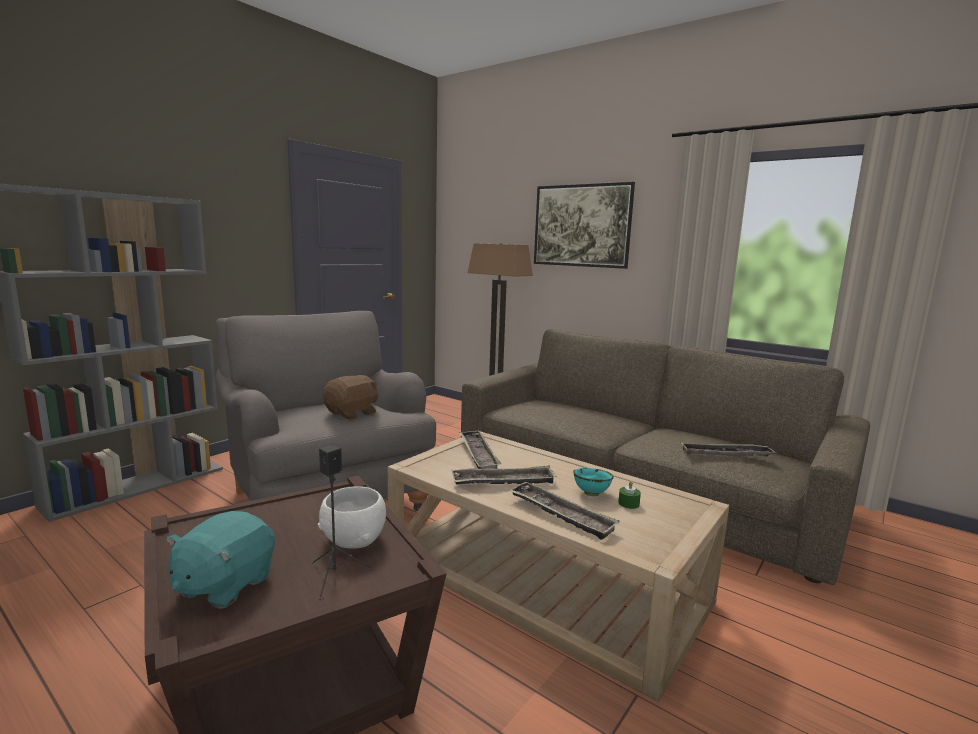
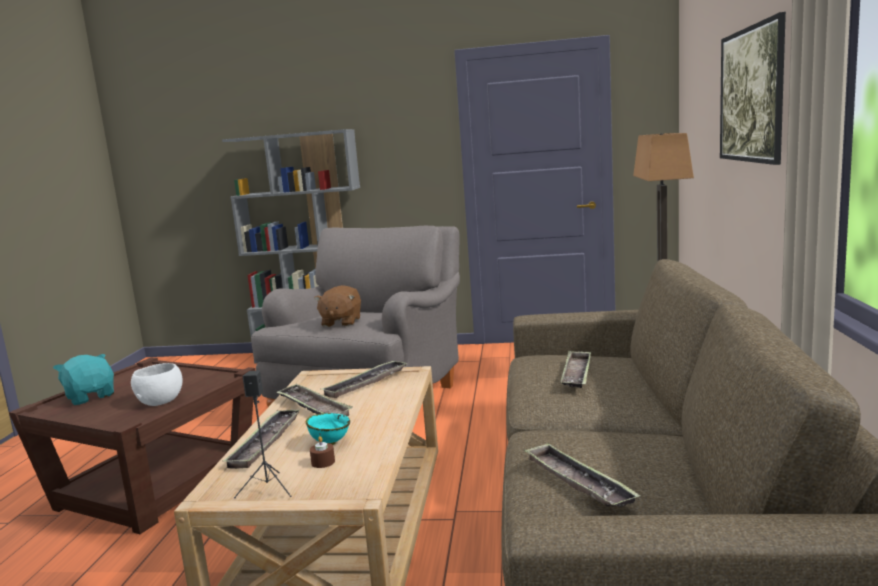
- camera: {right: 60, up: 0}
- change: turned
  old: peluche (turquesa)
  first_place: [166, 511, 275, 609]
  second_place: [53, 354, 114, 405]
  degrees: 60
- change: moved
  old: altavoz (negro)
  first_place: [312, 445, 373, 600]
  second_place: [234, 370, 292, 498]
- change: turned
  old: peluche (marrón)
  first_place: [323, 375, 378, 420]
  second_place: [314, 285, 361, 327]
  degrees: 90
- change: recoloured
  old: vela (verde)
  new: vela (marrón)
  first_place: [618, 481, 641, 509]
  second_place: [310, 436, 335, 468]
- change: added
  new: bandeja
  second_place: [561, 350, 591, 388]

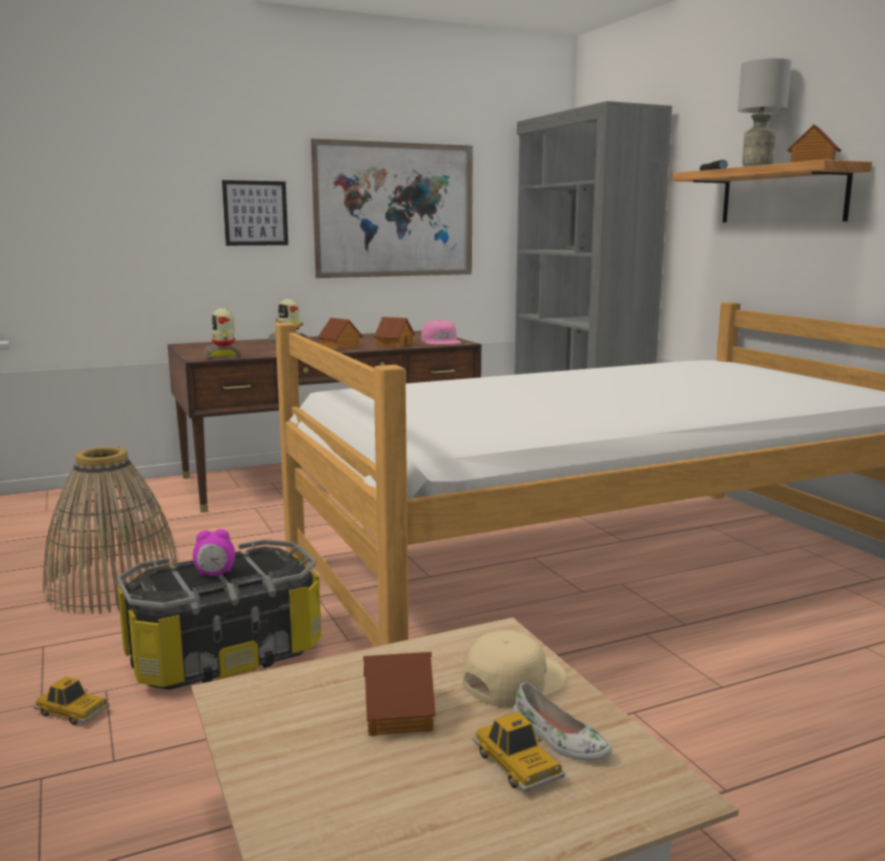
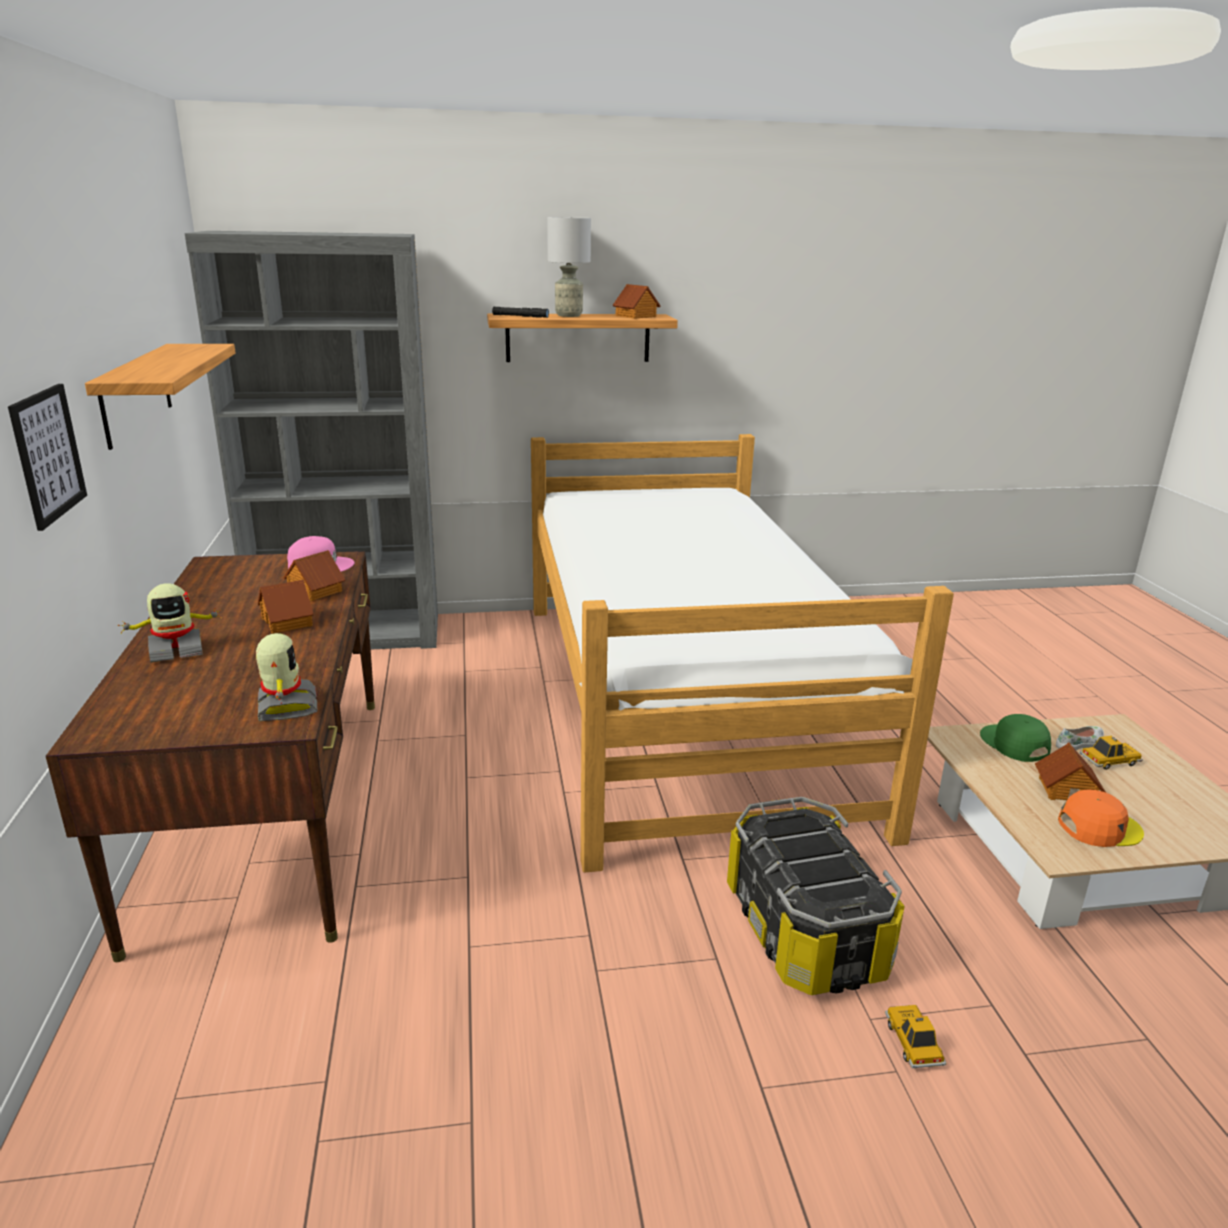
- camera: {right: -75, up: 10}
- change: turned
  old: coche de juguete
  first_place: [34, 676, 109, 725]
  second_place: [885, 1005, 946, 1069]
  degrees: -45
- change: removed
  old: cesta
  first_place: [43, 447, 180, 614]
- change: removed
  old: despertador
  first_place: [193, 529, 235, 576]
- change: turned
  old: robot de juguete
  first_place: [204, 308, 241, 359]
  second_place: [256, 633, 318, 721]
  degrees: -105
- change: replaced
  old: cuadro
  new: estante
  first_place: [311, 139, 473, 278]
  second_place: [85, 344, 236, 450]
- change: recoloured
  old: gorra (beis)
  new: gorra (verde)
  first_place: [463, 631, 567, 707]
  second_place: [980, 714, 1051, 762]
- change: added
  new: gorra (naranja)
  second_place: [1058, 789, 1144, 847]

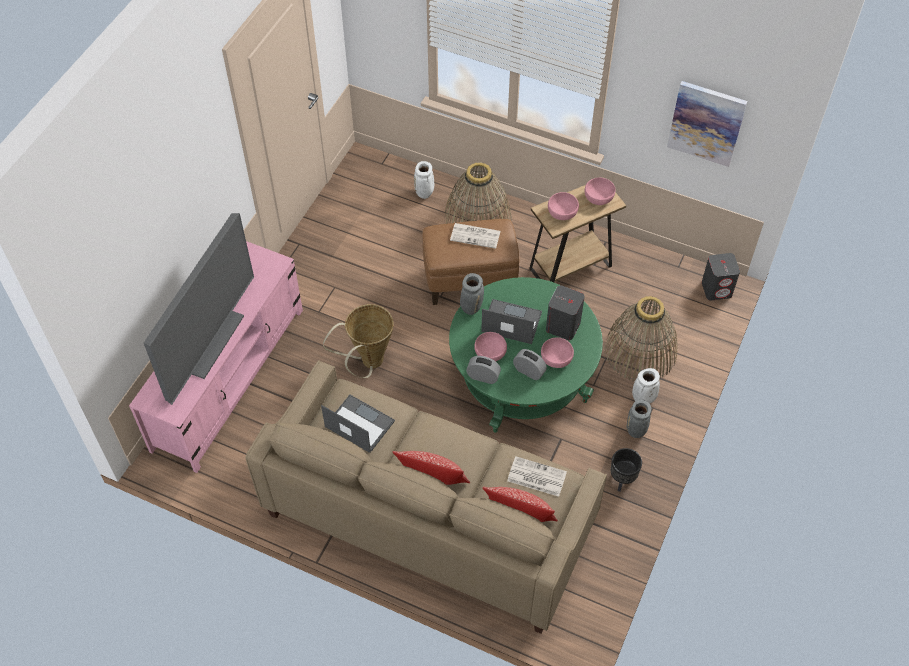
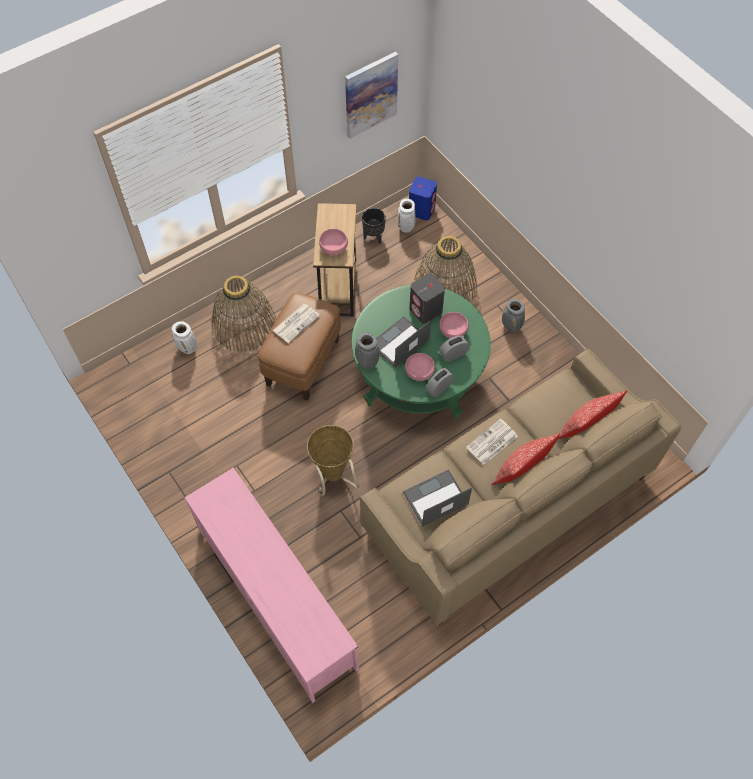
- camera: {right: -60, up: 5}
- change: removed
  old: televisor
  first_place: [144, 213, 254, 405]
- change: moved
  old: periódico
  first_place: [507, 456, 567, 497]
  second_place: [466, 419, 518, 465]
- change: removed
  old: cuenco (rosa)
  first_place: [585, 178, 616, 205]
- change: moved
  old: maceta (negro)
  first_place: [611, 448, 642, 491]
  second_place: [362, 208, 386, 244]
- change: moved
  old: florero (blanco)
  first_place: [632, 368, 660, 404]
  second_place: [398, 199, 416, 233]
- change: recoloured
  old: altavoz (gris)
  new: altavoz (azul)
  first_place: [702, 253, 740, 301]
  second_place: [409, 177, 437, 220]

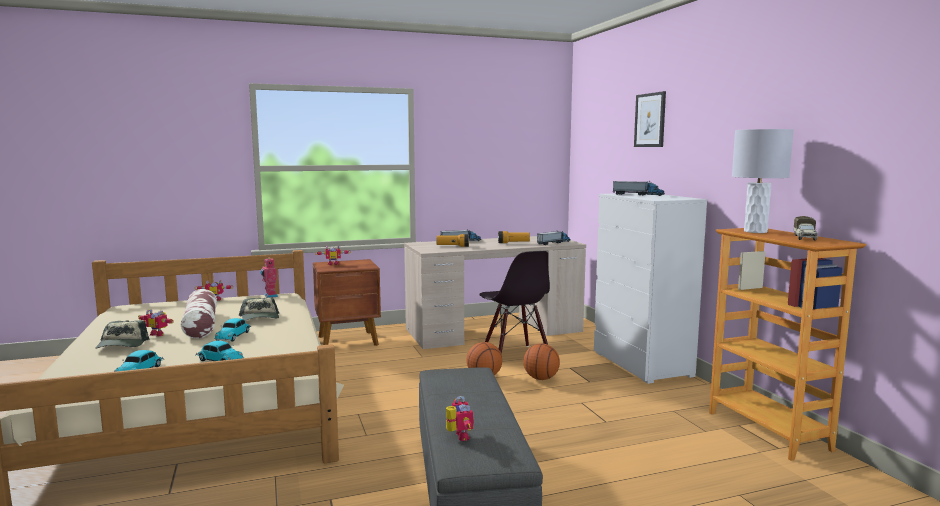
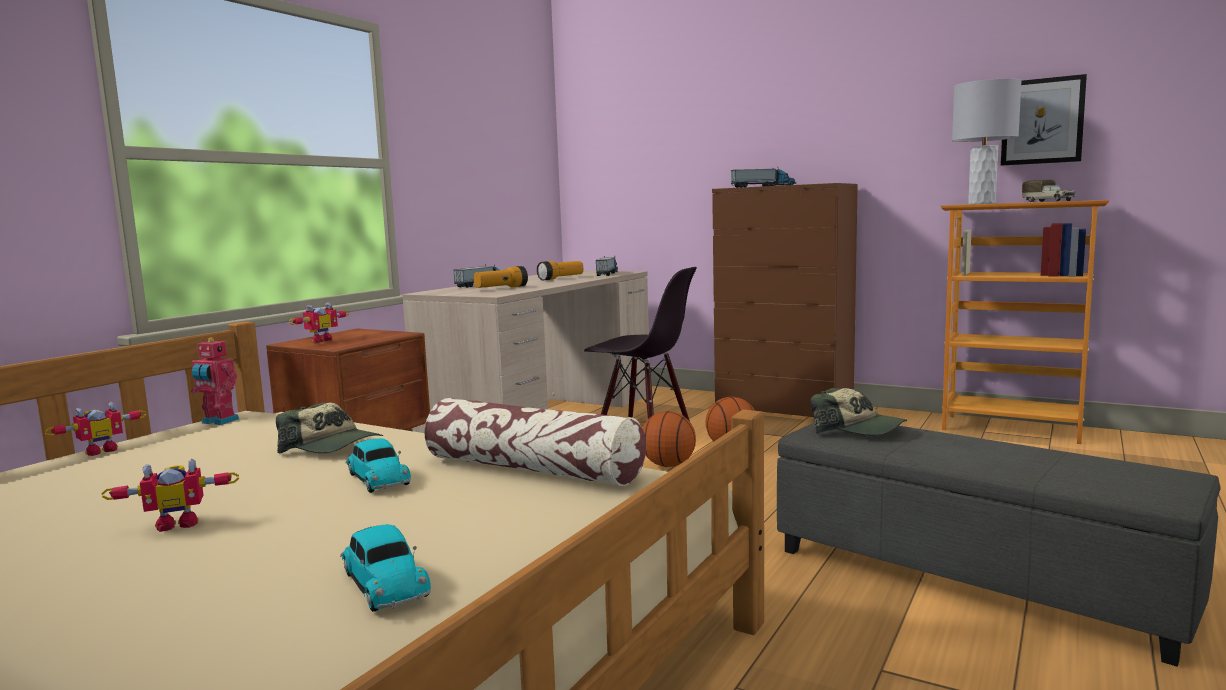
- camera: {right: -40, up: 0}
- change: moved
  old: gorra
  first_place: [96, 320, 149, 348]
  second_place: [811, 388, 907, 435]
- change: moved
  old: cojín
  first_place: [181, 289, 217, 338]
  second_place: [425, 398, 646, 486]
- change: removed
  old: coche de juguete
  first_place: [195, 340, 244, 361]
- change: removed
  old: robot de juguete
  first_place: [446, 396, 474, 441]
- change: recoloured
  old: cómoda (blanco)
  new: cómoda (marrón)
  first_place: [594, 193, 707, 384]
  second_place: [712, 183, 858, 417]
- change: moved
  old: cuadro
  first_place: [634, 91, 666, 147]
  second_place: [1001, 74, 1087, 166]

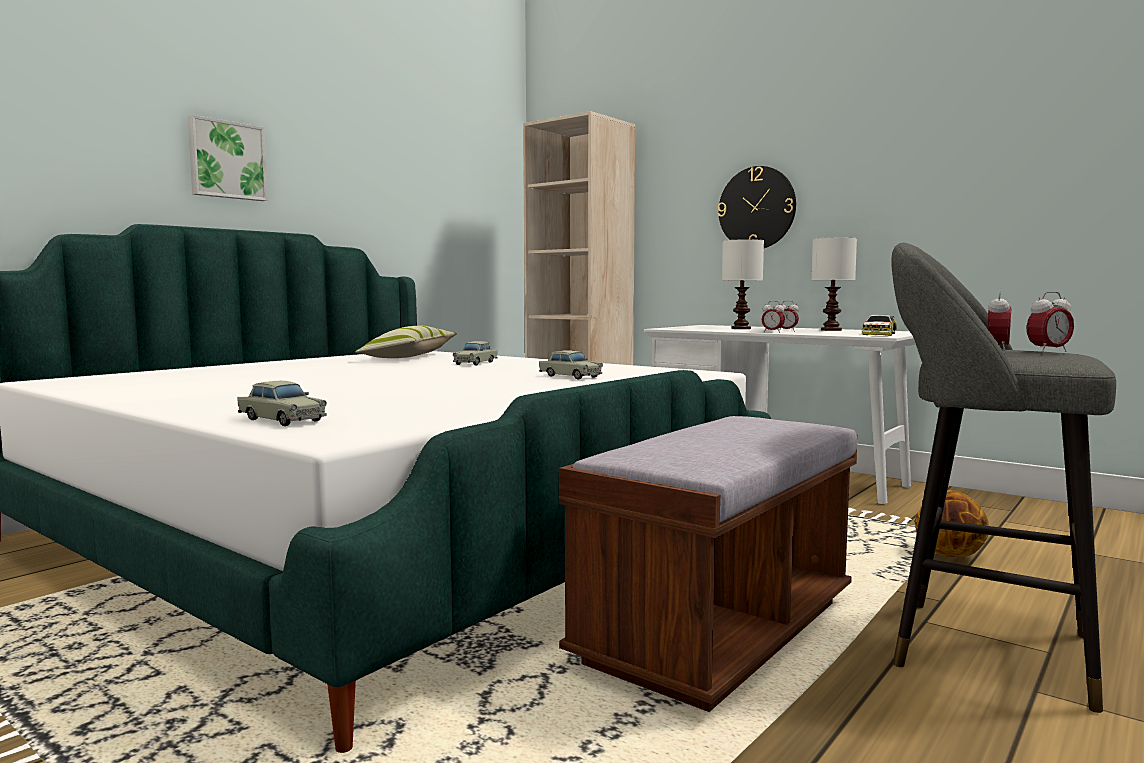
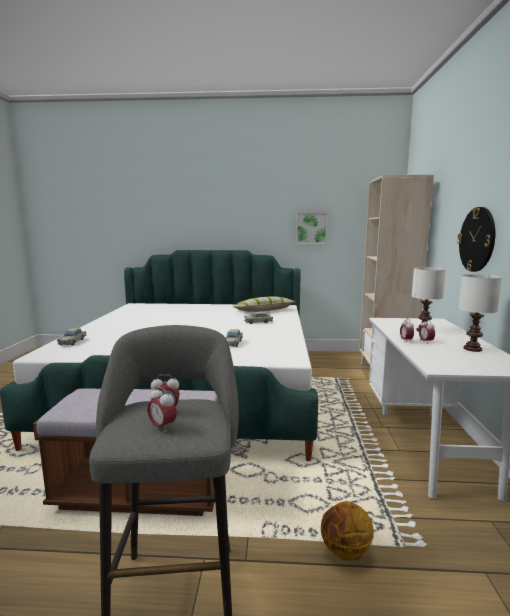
- camera: {right: 55, up: 5}
- change: moved
  old: cuadro
  first_place: [188, 115, 268, 201]
  second_place: [296, 213, 328, 244]
- change: removed
  old: coche de juguete
  first_place: [862, 315, 897, 336]

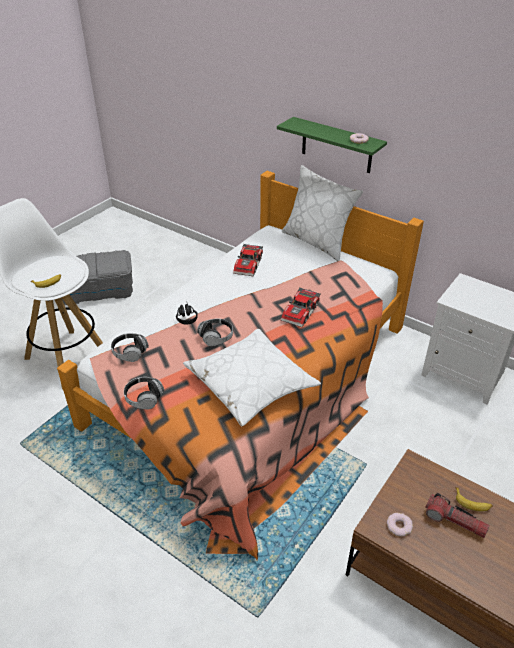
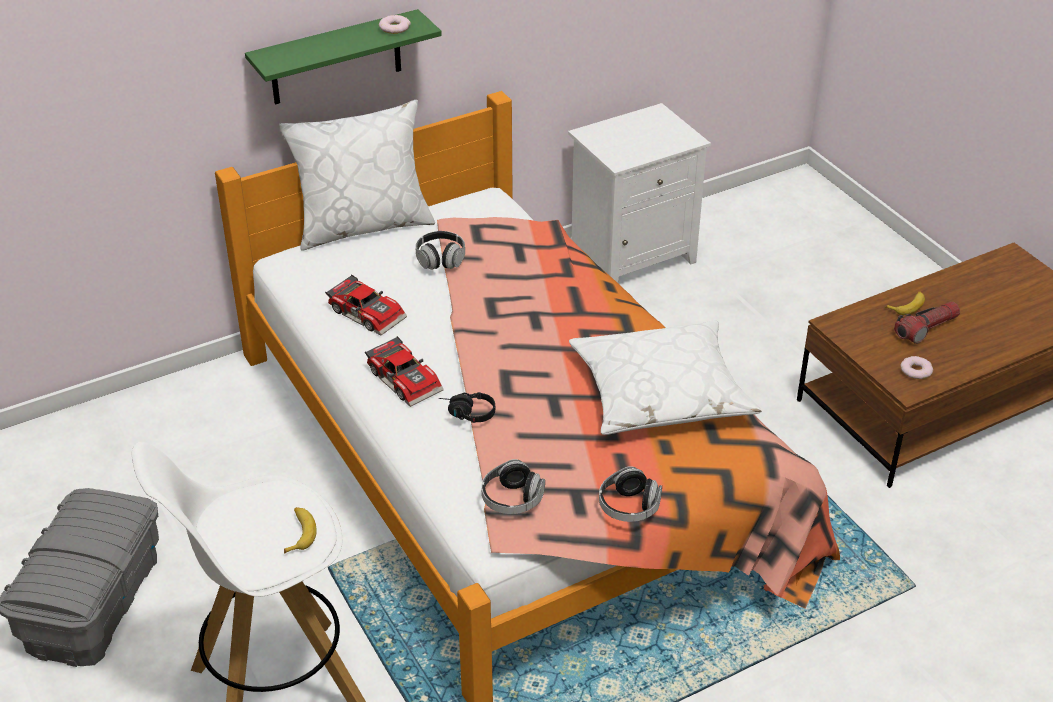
- camera: {right: -65, up: 0}
- change: moved
  old: auriculares
  first_place: [197, 318, 233, 346]
  second_place: [415, 231, 465, 270]
- change: moved
  old: coche de juguete
  first_place: [281, 288, 321, 327]
  second_place: [365, 336, 444, 407]

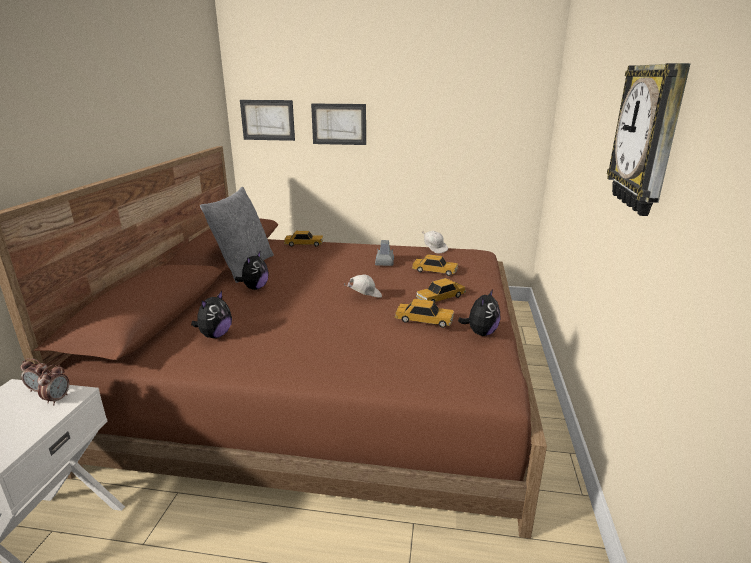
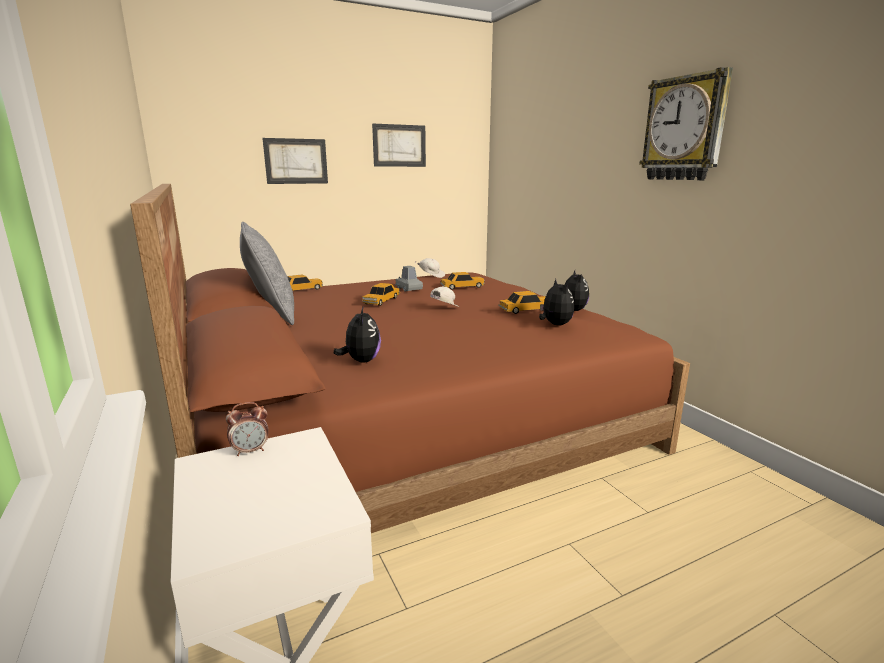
- camera: {right: -35, up: -5}
- change: removed
  old: despertador
  first_place: [37, 364, 69, 405]
- change: moved
  old: peluche
  first_place: [235, 251, 269, 290]
  second_place: [539, 279, 574, 325]
- change: moved
  old: cuadro
  first_place: [240, 100, 295, 141]
  second_place: [372, 124, 426, 167]
- change: moved
  old: coche de juguete
  first_place: [416, 278, 466, 302]
  second_place: [362, 283, 400, 306]

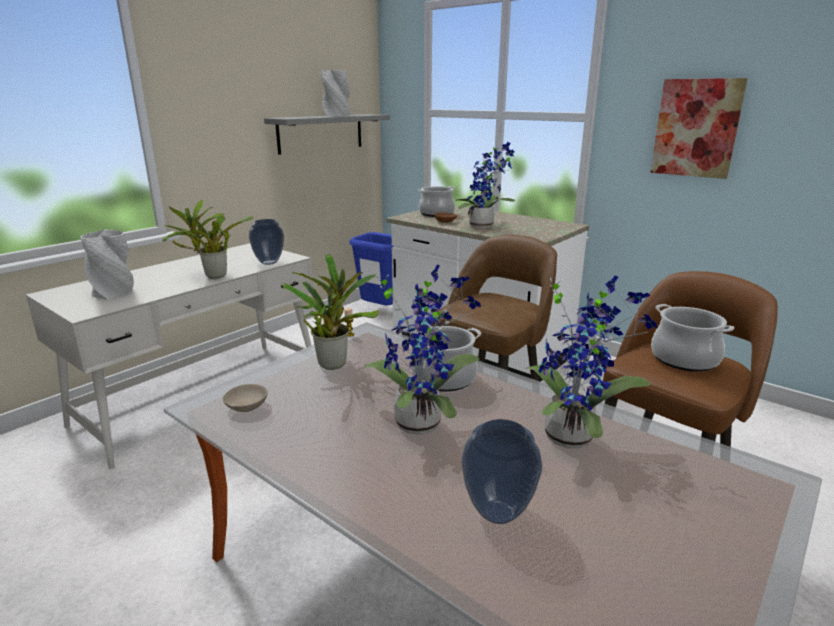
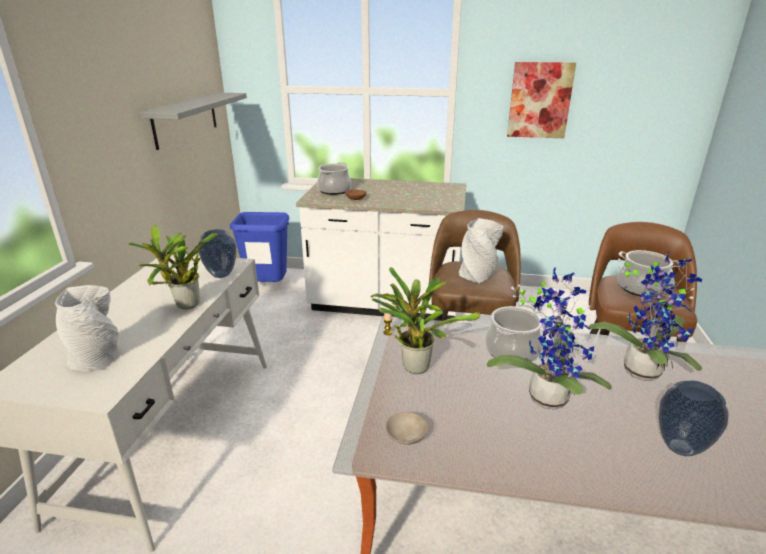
- camera: {right: -30, up: 5}
- change: moved
  old: florero (gris)
  first_place: [321, 70, 350, 116]
  second_place: [459, 218, 503, 284]
- change: removed
  old: planta en maceta
  first_place: [455, 142, 515, 228]

